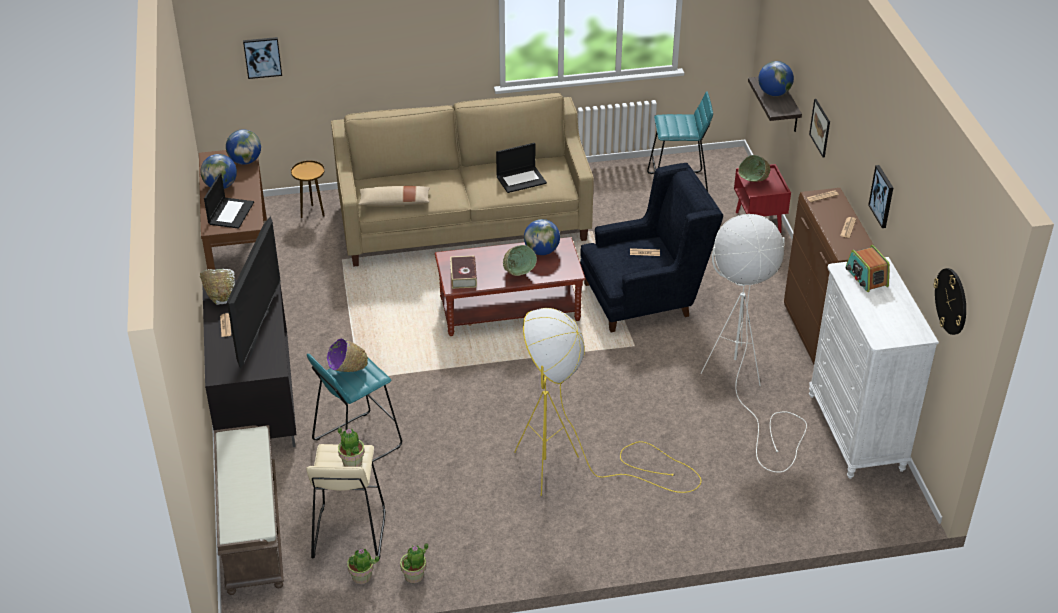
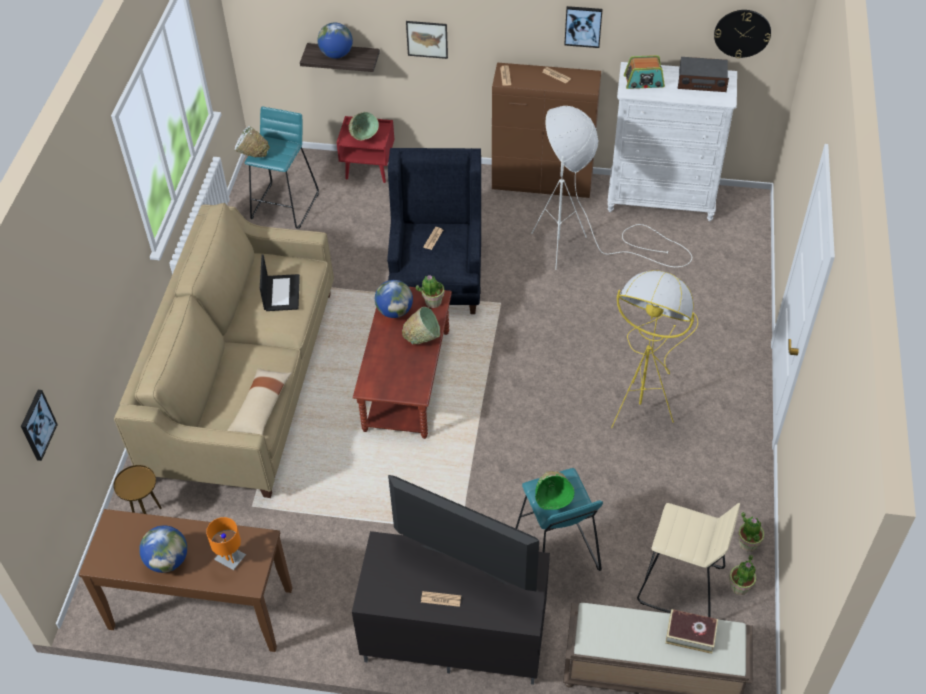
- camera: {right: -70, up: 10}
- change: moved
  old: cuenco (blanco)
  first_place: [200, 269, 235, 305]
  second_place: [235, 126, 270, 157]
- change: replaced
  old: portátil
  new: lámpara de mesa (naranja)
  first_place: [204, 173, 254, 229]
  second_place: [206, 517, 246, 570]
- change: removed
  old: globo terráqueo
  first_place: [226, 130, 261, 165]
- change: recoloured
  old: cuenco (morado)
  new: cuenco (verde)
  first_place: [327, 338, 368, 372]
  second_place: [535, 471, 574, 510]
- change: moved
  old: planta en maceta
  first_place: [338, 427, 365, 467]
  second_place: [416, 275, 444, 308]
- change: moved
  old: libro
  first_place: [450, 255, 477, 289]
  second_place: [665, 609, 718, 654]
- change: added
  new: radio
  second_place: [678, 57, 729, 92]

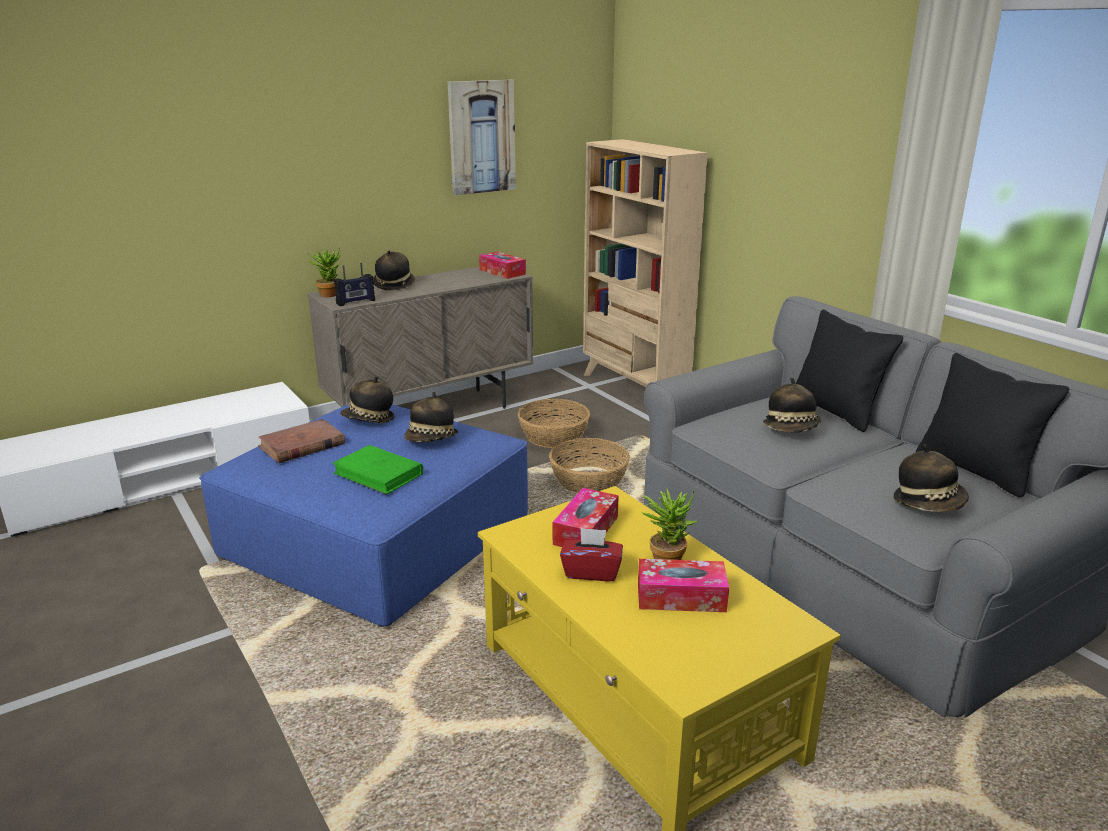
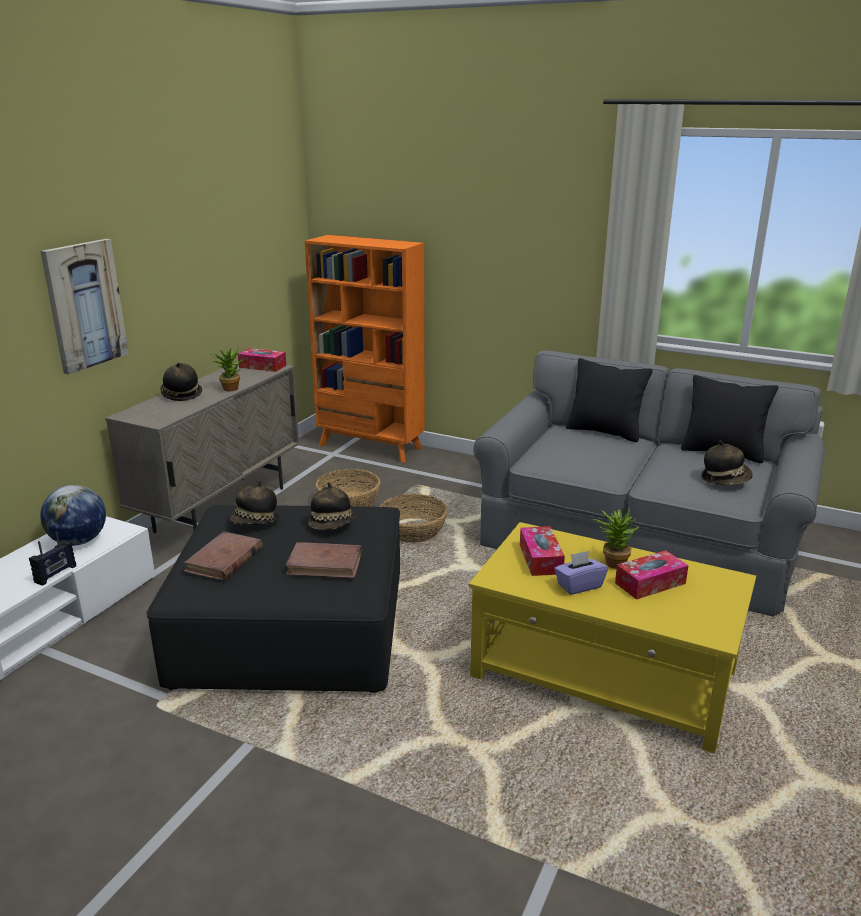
- camera: {right: -30, up: 0}
- change: recoloured
  old: puf (azul)
  new: puf (negro)
  first_place: [199, 404, 528, 626]
  second_place: [147, 505, 400, 693]
- change: moved
  old: planta en maceta
  first_place: [306, 248, 341, 297]
  second_place: [211, 348, 243, 391]
- change: recoloured
  old: libro (verde)
  new: libro (marrón)
  first_place: [332, 445, 423, 494]
  second_place: [285, 542, 361, 578]
- change: moved
  old: radio
  first_place: [334, 263, 375, 306]
  second_place: [29, 532, 76, 586]
- change: moved
  old: cuadro
  first_place: [448, 80, 516, 196]
  second_place: [40, 239, 129, 375]
- change: recoloured
  old: caja de pañuelos (rojo)
  new: caja de pañuelos (morado)
  first_place: [560, 528, 623, 581]
  second_place: [554, 551, 608, 595]
- change: recoloured
  old: estantería (beis)
  new: estantería (naranja)
  first_place: [583, 139, 708, 387]
  second_place: [305, 235, 425, 463]
- change: removed
  old: sombrero
  first_place: [763, 377, 821, 432]
- change: added
  new: globo terráqueo
  second_place: [40, 485, 106, 546]

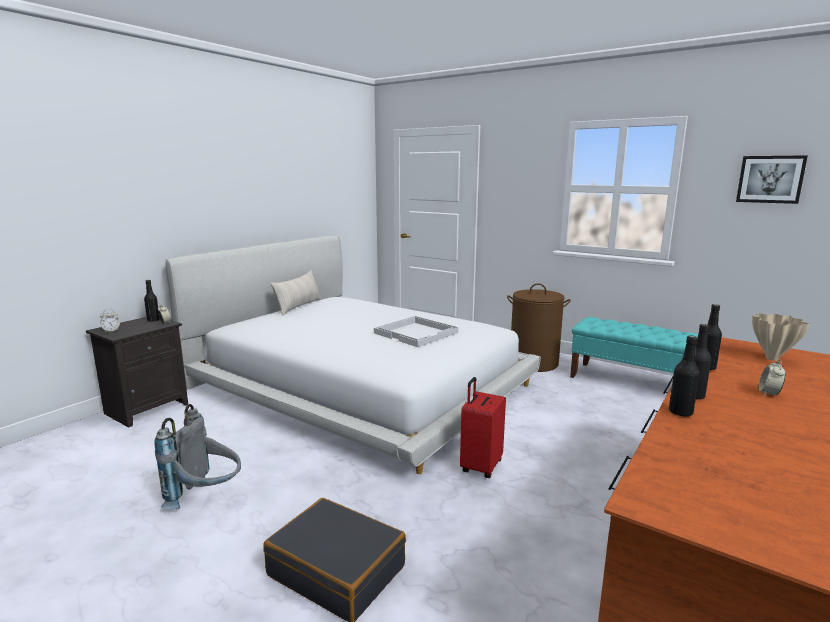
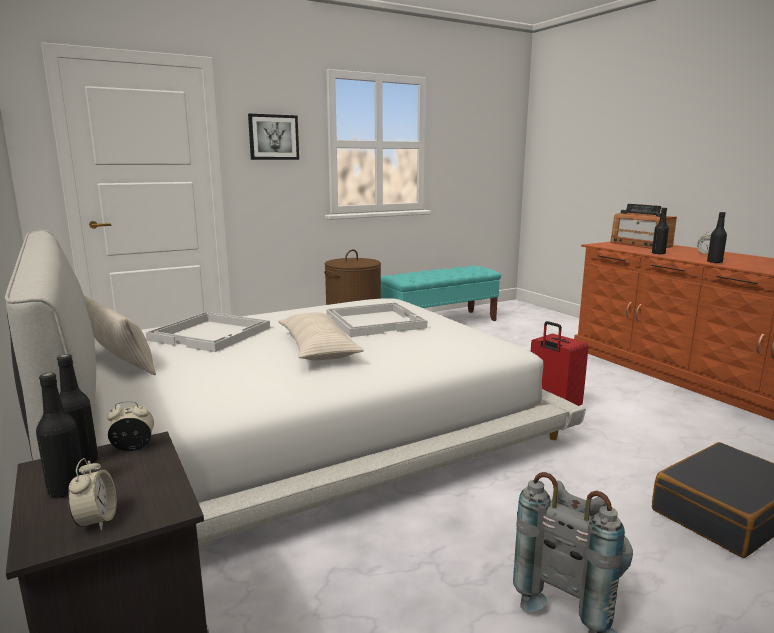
- camera: {right: -65, up: 0}
- change: moved
  old: botella (negro)
  first_place: [669, 335, 700, 417]
  second_place: [36, 372, 83, 498]
- change: moved
  old: cuadro
  first_place: [736, 155, 808, 204]
  second_place: [248, 114, 299, 160]
- change: replaced
  old: florero (beis)
  new: radio
  first_place: [752, 313, 810, 361]
  second_place: [610, 204, 677, 249]
- change: added
  new: bandeja (blanco)
  second_place: [146, 312, 270, 352]
- change: added
  new: cojín (beis)
  second_place: [278, 313, 364, 361]

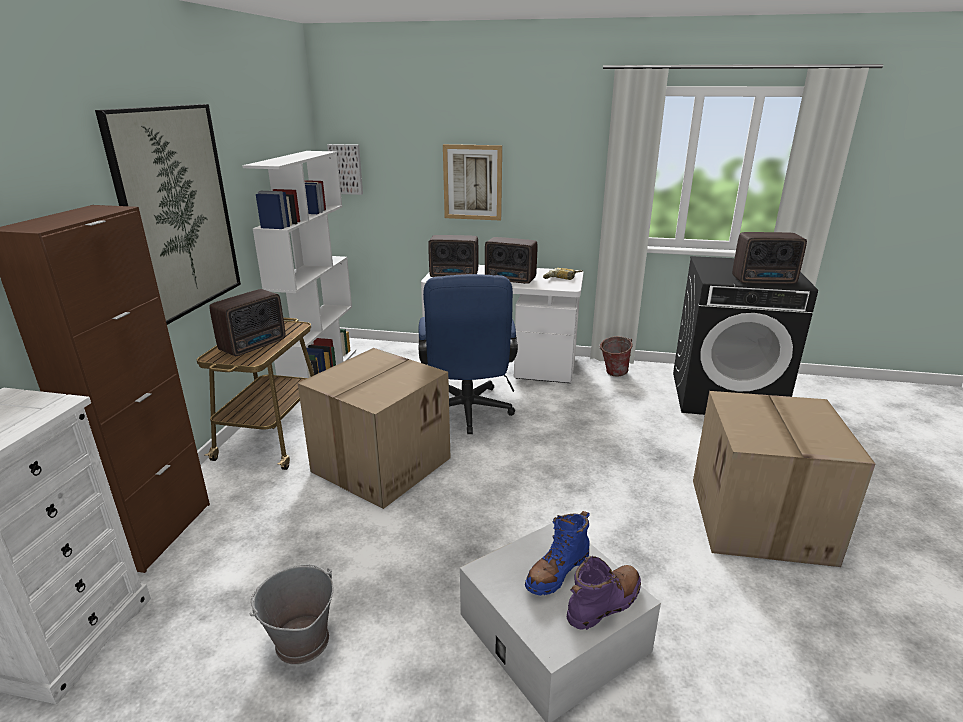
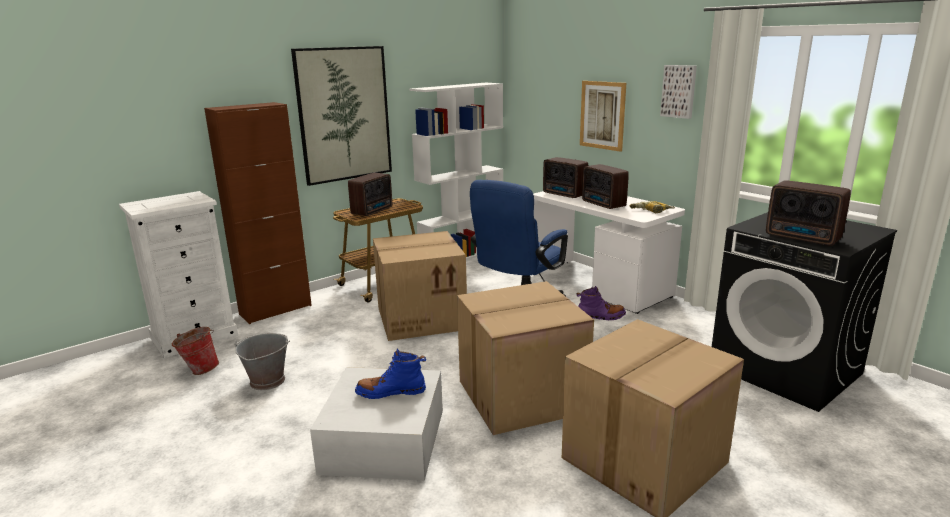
- camera: {right: 40, up: -5}
- change: turned
  old: radio
  first_place: [209, 289, 286, 356]
  second_place: [348, 173, 392, 216]
  degrees: -45
- change: moved
  old: cuadro
  first_place: [327, 144, 363, 195]
  second_place: [660, 65, 697, 119]
- change: moved
  old: bota (morado)
  first_place: [567, 556, 641, 630]
  second_place: [576, 286, 626, 320]
- change: moved
  old: cubo
  first_place: [599, 336, 633, 377]
  second_place: [172, 327, 219, 375]
- change: added
  new: caja de cartón
  second_place: [457, 281, 594, 435]

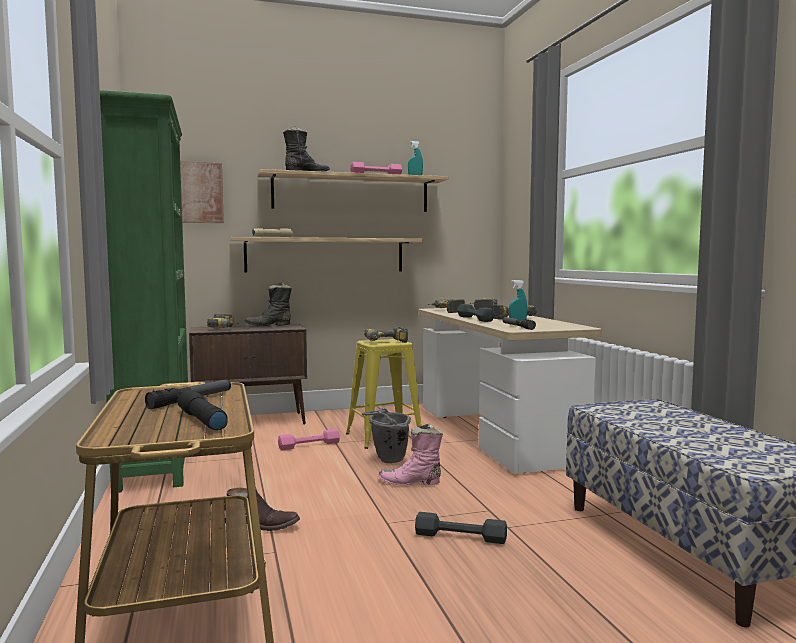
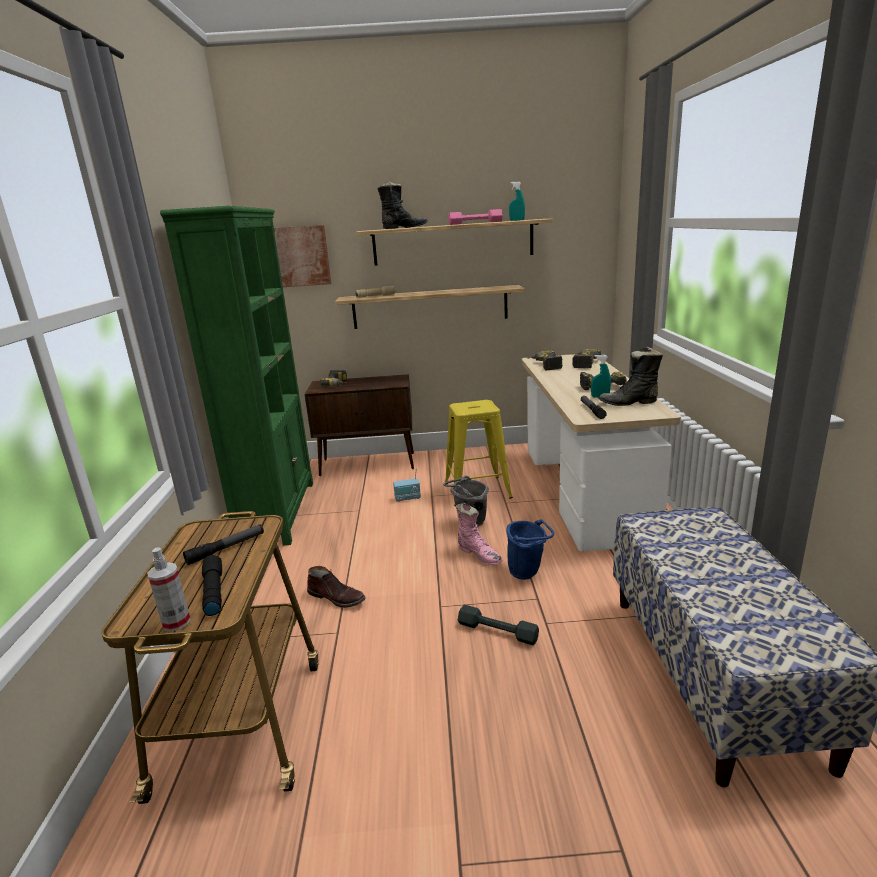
- camera: {right: 15, up: 15}
- change: moved
  old: bota (negro)
  first_place: [245, 283, 292, 326]
  second_place: [598, 347, 663, 406]
- change: replaced
  old: mancuerna (rosa)
  new: radio
  first_place: [278, 429, 340, 450]
  second_place: [393, 469, 421, 502]
- change: removed
  old: taladro
  first_place: [364, 326, 408, 343]
- change: turned
  old: bota (rosa)
  first_place: [378, 423, 443, 485]
  second_place: [455, 503, 502, 565]
  degrees: -150
- change: removed
  old: mancuerna (gris)
  first_place: [457, 304, 495, 322]
- change: added
  new: pulverizador
  second_place: [147, 547, 191, 632]
- change: added
  new: cubo (azul)
  second_place: [506, 519, 554, 580]

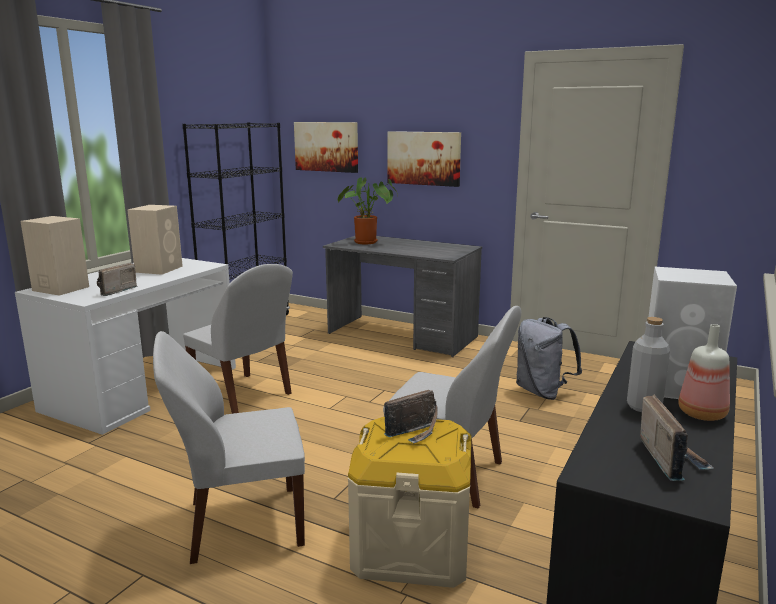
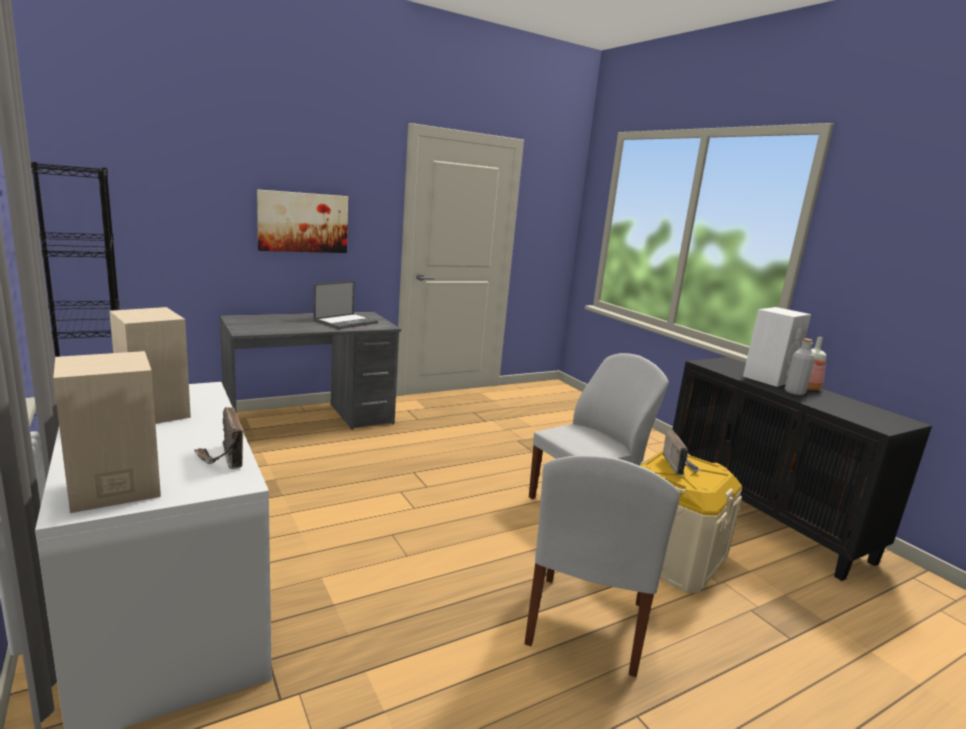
- camera: {right: -60, up: 0}
- change: removed
  old: silla (blanco)
  first_place: [183, 264, 293, 414]
- change: removed
  old: cuadro
  first_place: [294, 122, 358, 173]
- change: removed
  old: planta en maceta
  first_place: [338, 177, 398, 244]
- change: removed
  old: mochila (gris)
  first_place: [516, 317, 582, 400]
- change: removed
  old: radio
  first_place: [640, 394, 714, 481]
- change: added
  new: portátil
  second_place: [313, 281, 378, 329]

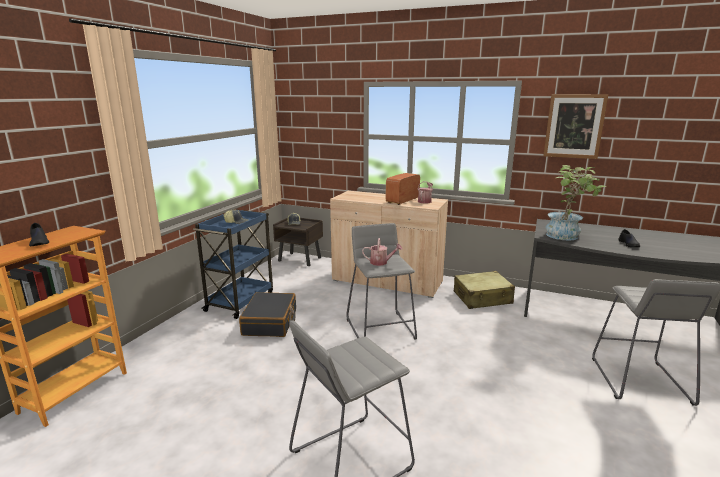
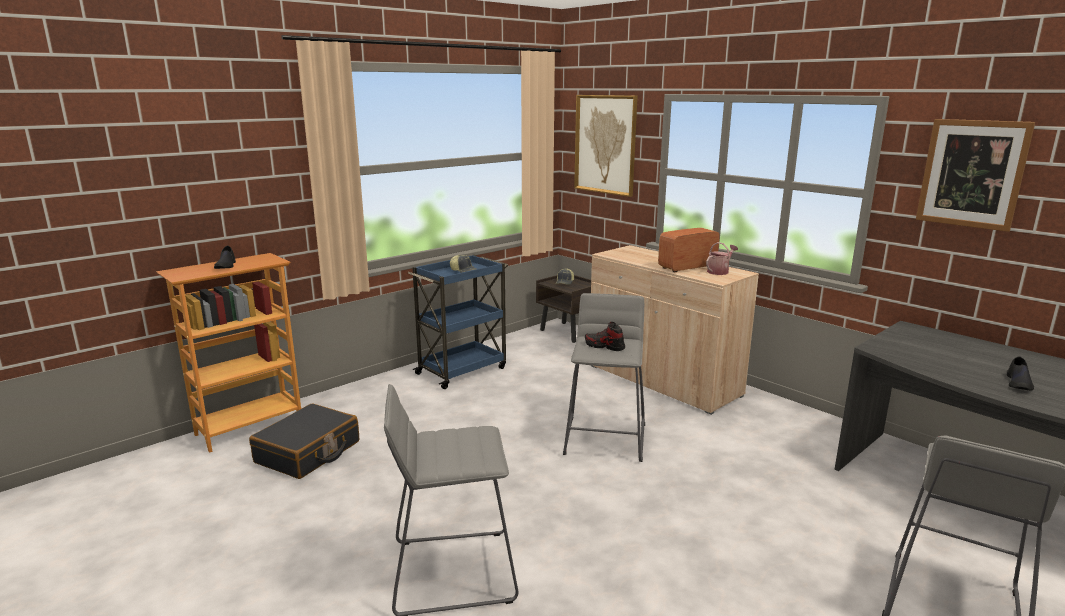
- camera: {right: 25, up: 0}
- change: moved
  old: maleta (negro)
  first_place: [239, 292, 296, 337]
  second_place: [249, 404, 359, 479]
- change: replaced
  old: regadera
  new: zapato
  first_place: [362, 238, 402, 266]
  second_place: [585, 322, 625, 351]
- change: removed
  old: maleta (beis)
  first_place: [454, 271, 515, 309]
- change: removed
  old: planta en maceta
  first_place: [546, 165, 607, 241]
- change: added
  new: cuadro
  second_place: [574, 95, 638, 197]

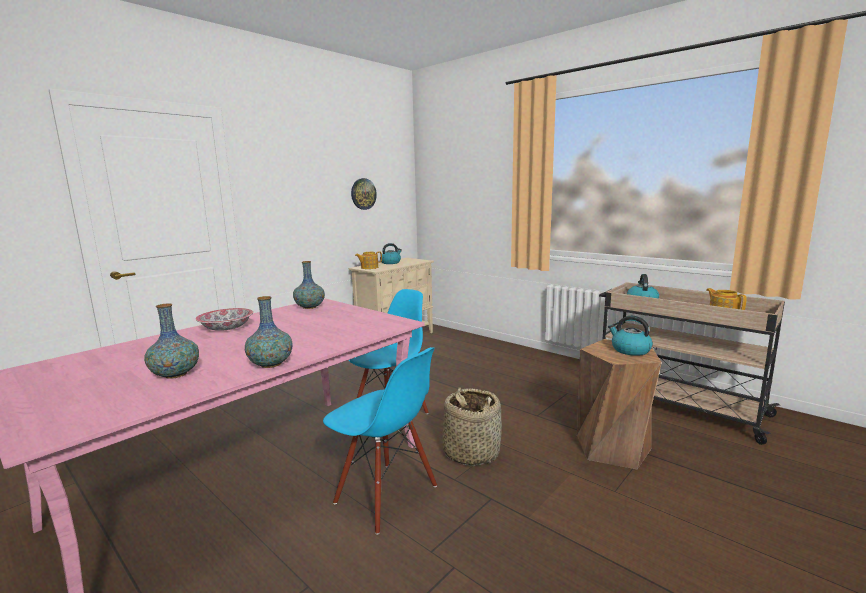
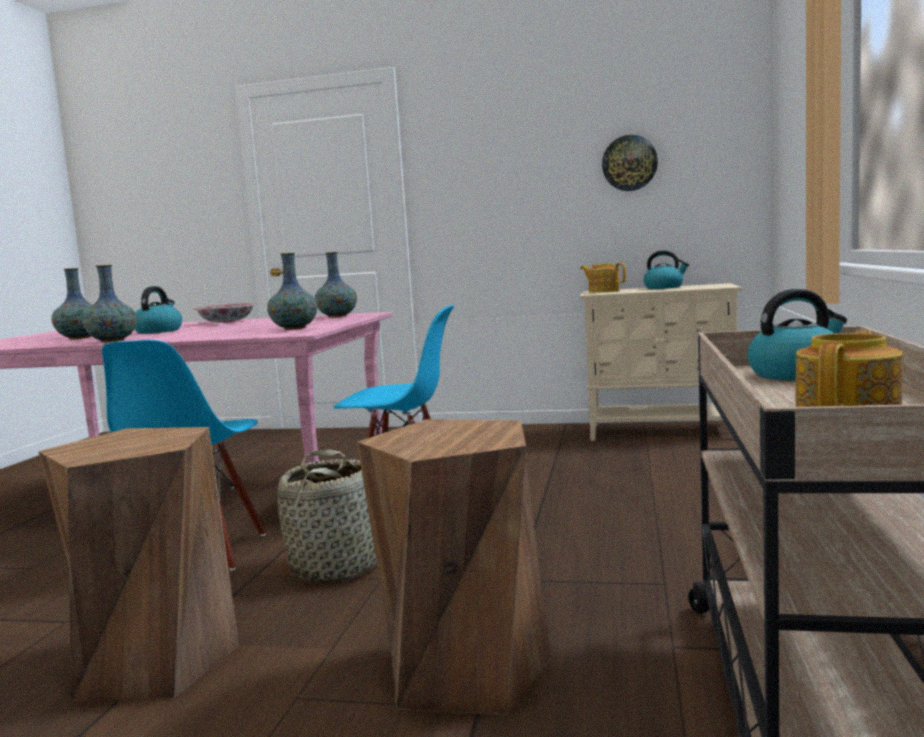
- camera: {right: 60, up: -5}
- change: moved
  old: hervidor
  first_place: [608, 316, 653, 356]
  second_place: [135, 286, 182, 334]
- change: added
  new: taburete (marrón)
  second_place: [38, 427, 239, 702]
- change: added
  new: florero
  second_place: [267, 253, 317, 330]

